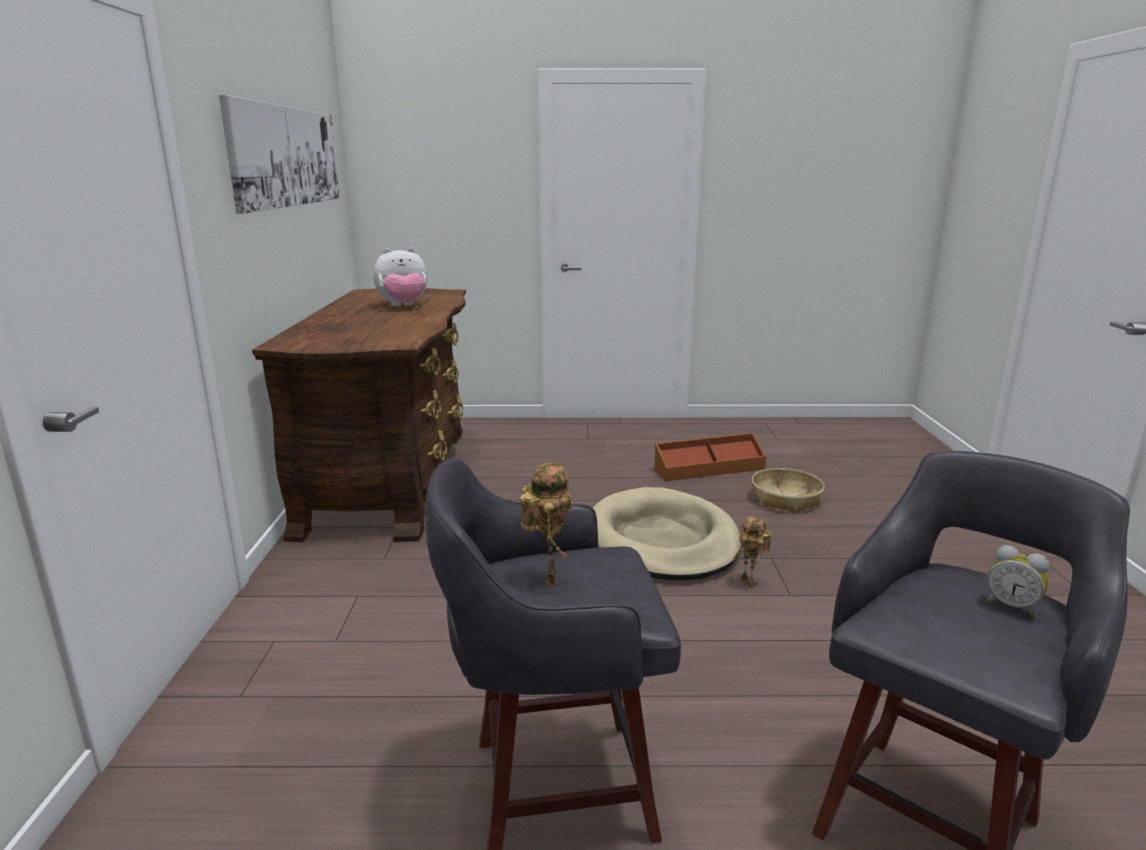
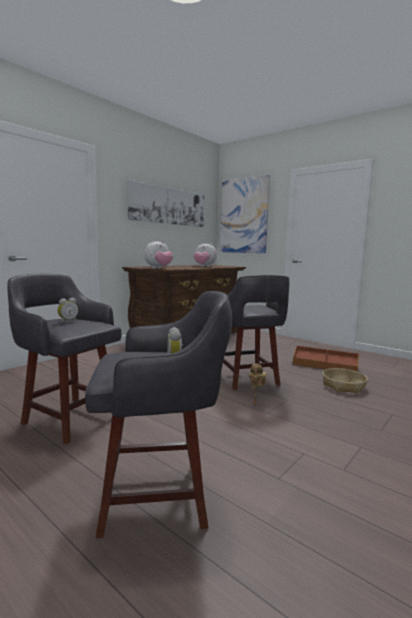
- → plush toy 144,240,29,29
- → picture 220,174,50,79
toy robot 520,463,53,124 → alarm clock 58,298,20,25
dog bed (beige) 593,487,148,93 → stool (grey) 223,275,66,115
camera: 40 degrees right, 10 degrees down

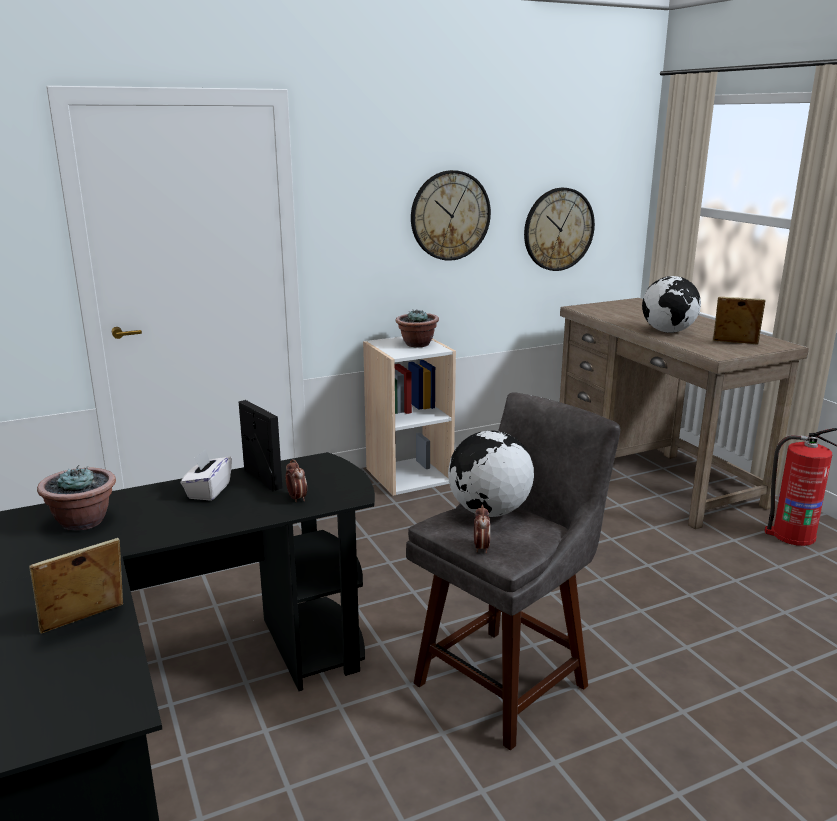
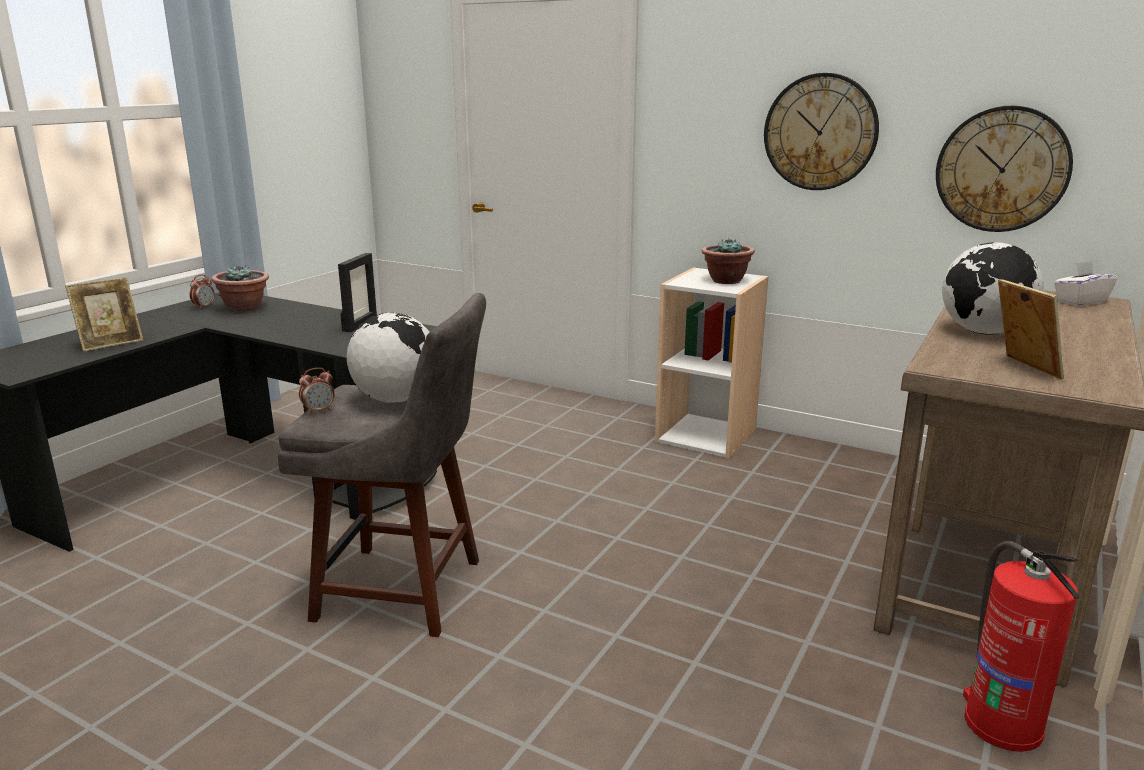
tissue box (white) 181,449,51,52 → tissue box (white) 1054,261,63,45, relocated
alarm clock 286,459,21,43 → alarm clock 190,275,25,34, relocated
picture frame 29,538,94,96 → picture frame 65,278,78,74, 120 degrees clockwise
camera: 55 degrees right, 0 degrees up

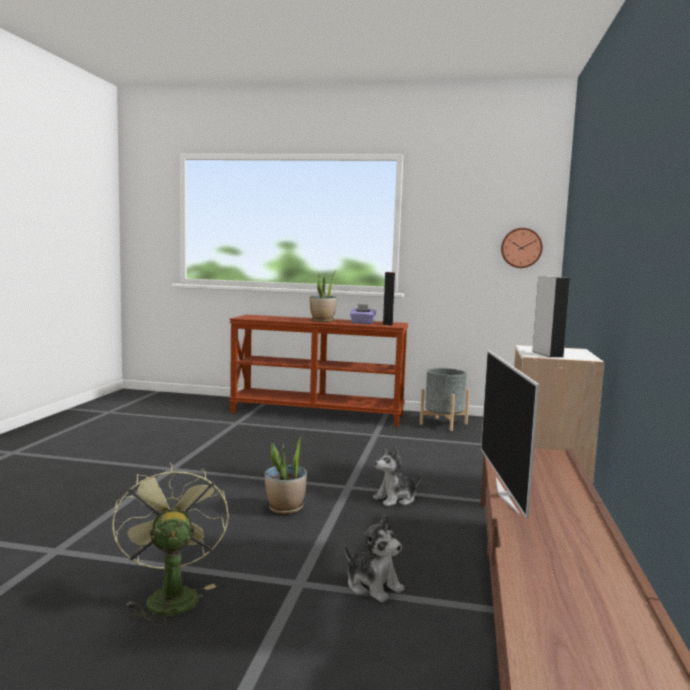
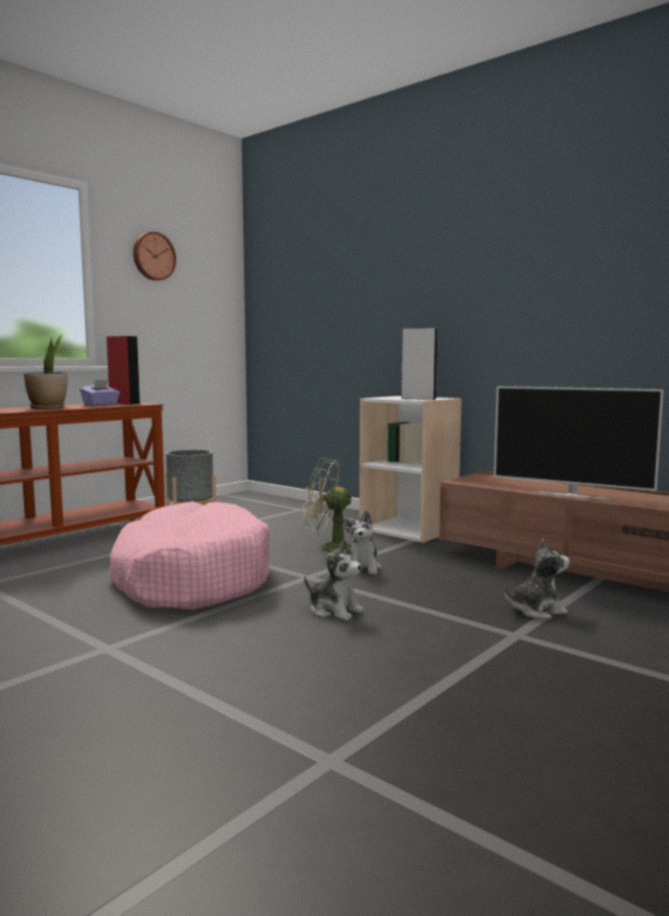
- → dog bed (pink) 108,501,162,109
fan (green) 112,463,117,164 → fan (green) 303,458,49,98, relocated
wall clock 501,228,42,40 → wall clock 133,232,43,49, relocated
potted plant 265,436,42,78 → plush toy 304,540,60,80
camera: 60 degrees left, 0 degrees up

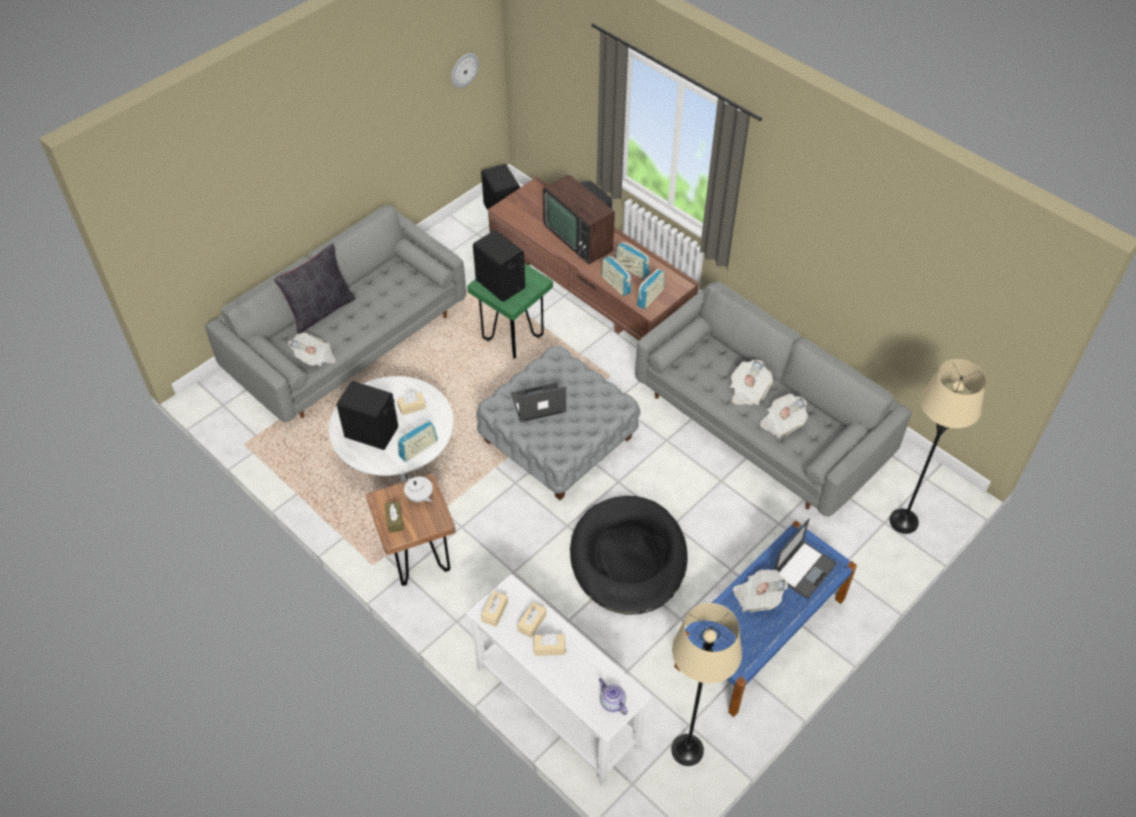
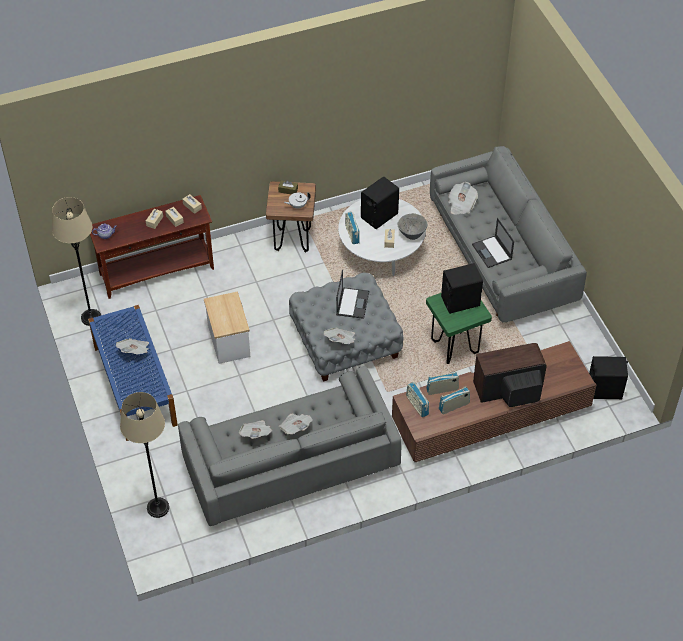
pillow (black) 274,244,81,90 → -
wall clock 451,53,28,35 → -
- → newspaper 324,328,31,16
- → bowl (grey) 398,213,29,27
laptop 774,518,63,81 → laptop 472,218,42,50, relocated
dog bed (black) 570,496,118,119 → side table 204,291,46,73
console table (white) 466,574,186,212 → console table (brown) 90,195,124,104
camera: 115 degrees right, 0 degrees up

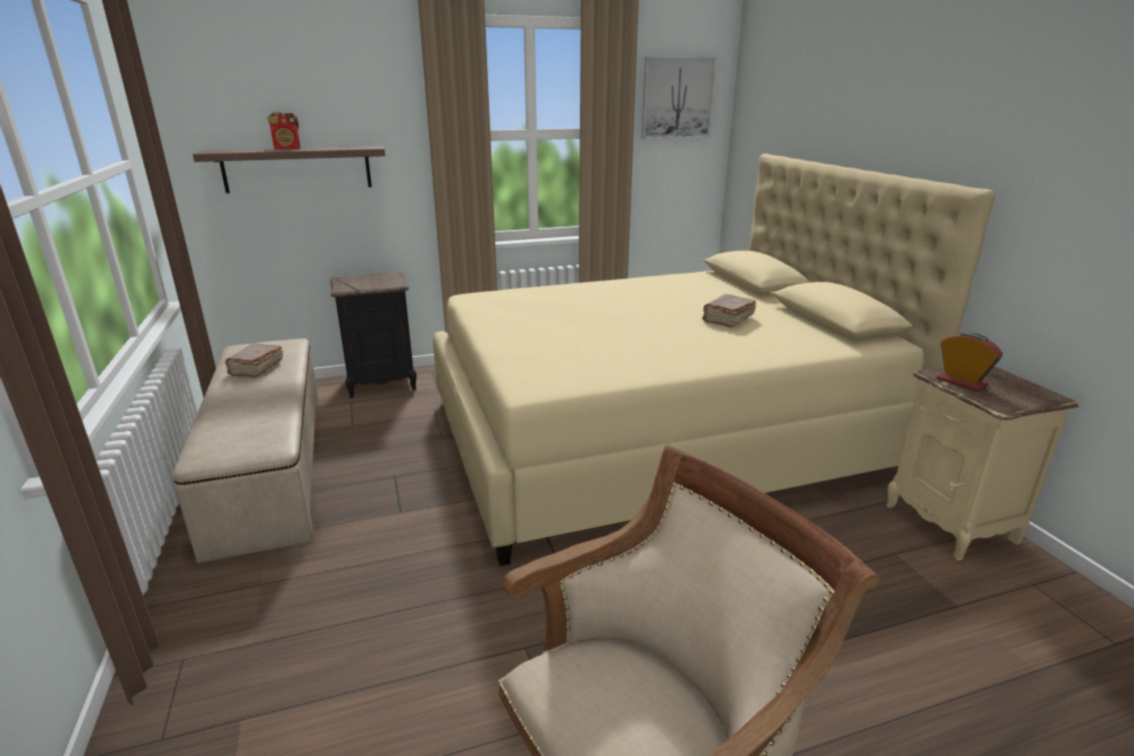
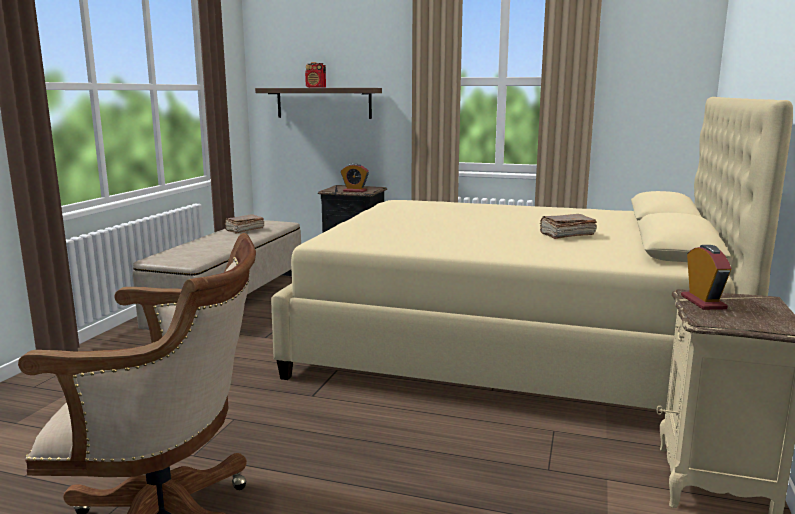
picture 641,56,75,83 → -
- → alarm clock 341,163,28,29
camera: 35 degrees right, 10 degrees down

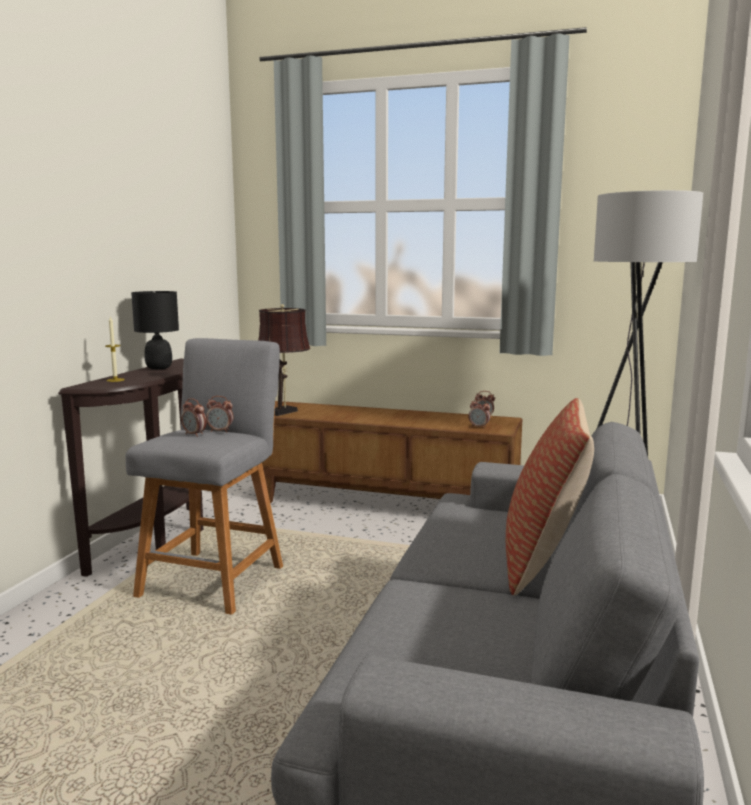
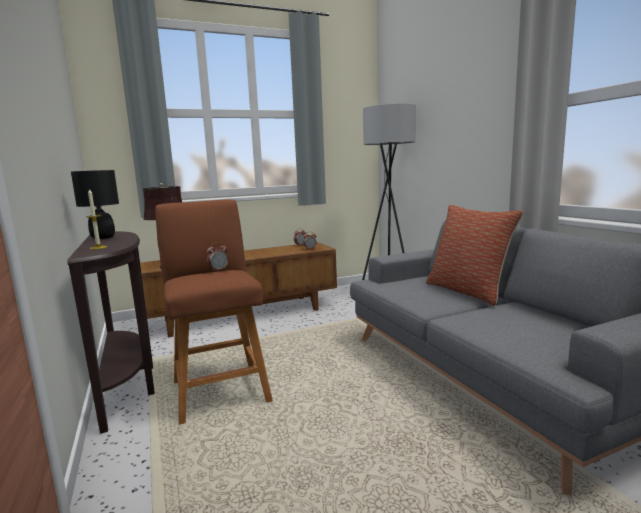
alarm clock 181,398,26,39 → -
stool (grey) 126,338,157,277 → stool (brown) 155,200,118,225
camera: 40 degrees left, 0 degrees up

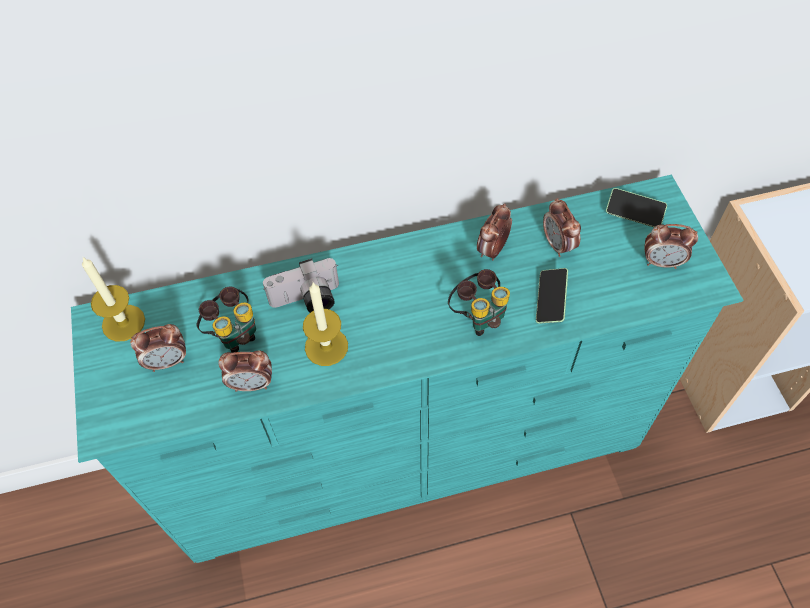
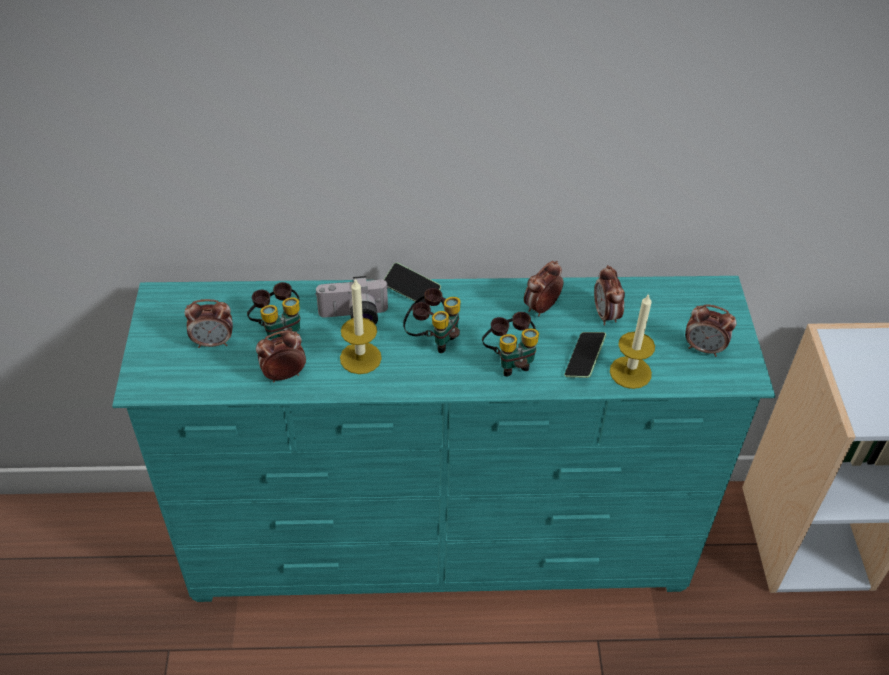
- → binoculars 403,288,58,65
candle 82,257,63,84 → candle 610,293,45,96, relocated
phone 606,188,61,39 → phone 384,263,57,43, relocated
alarm clock 218,350,54,42 → alarm clock 256,330,50,53, 150 degrees clockwise
camera: 10 degrees right, 10 degrees down

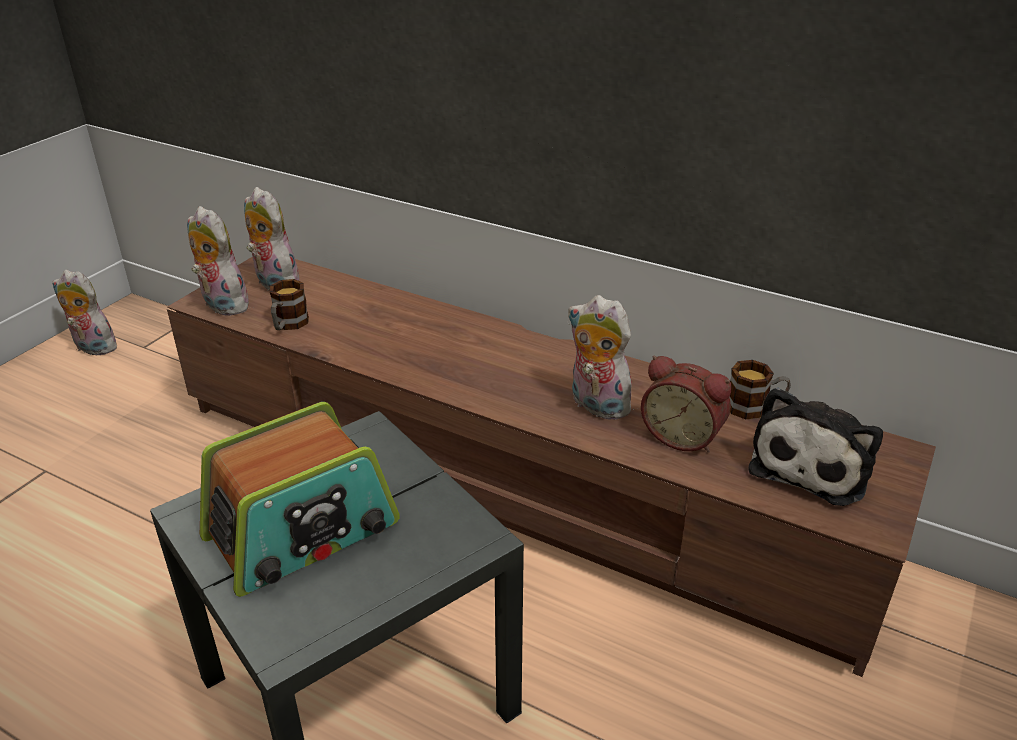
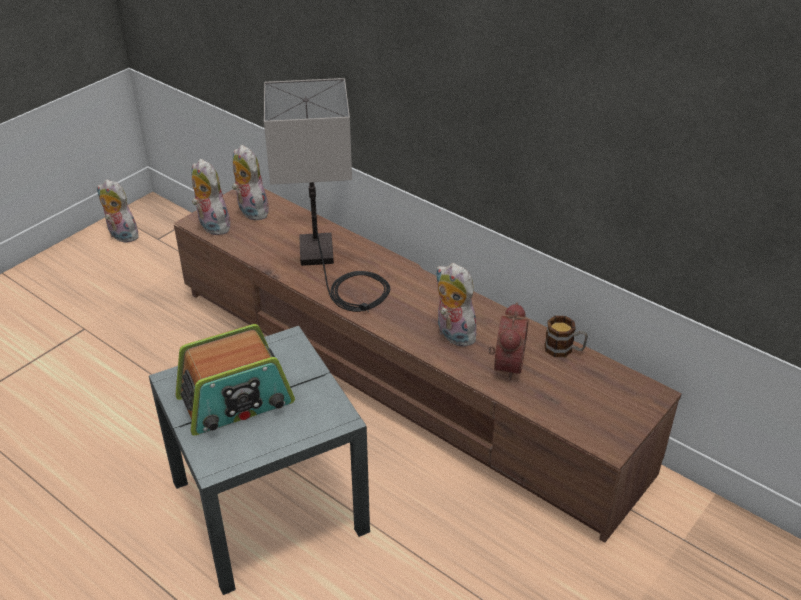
mug 270,279,39,51 → -
plush toy 748,387,135,119 → -
- → table lamp 264,78,126,234
alarm clock 641,356,91,97 → alarm clock 488,302,40,78, 120 degrees counterclockwise
camera: 10 degrees right, 5 degrees up

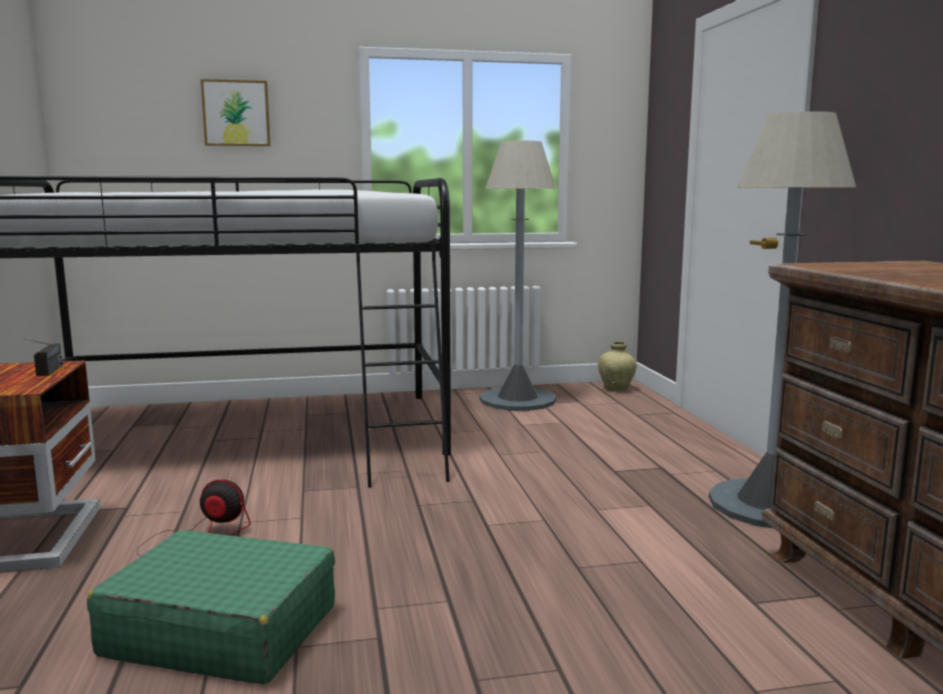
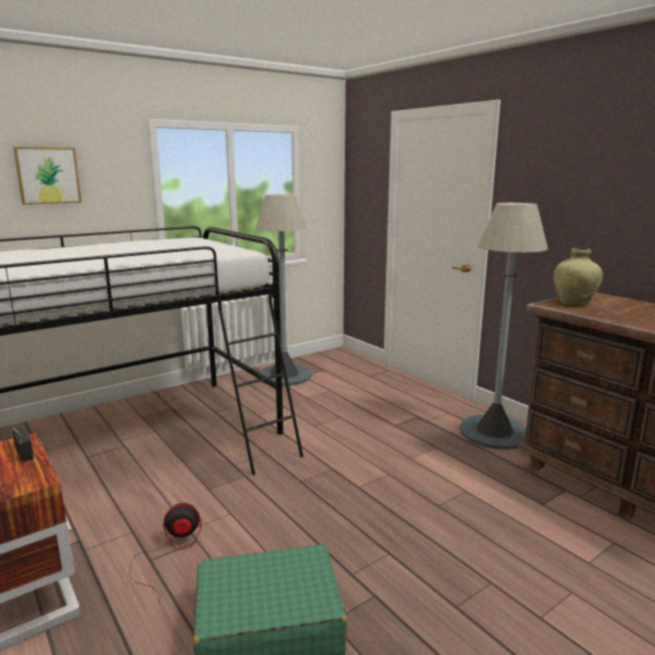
vase (beige) 598,342,38,49 → vase (beige) 554,248,49,58, relocated
camera: 25 degrees left, 5 degrees up

